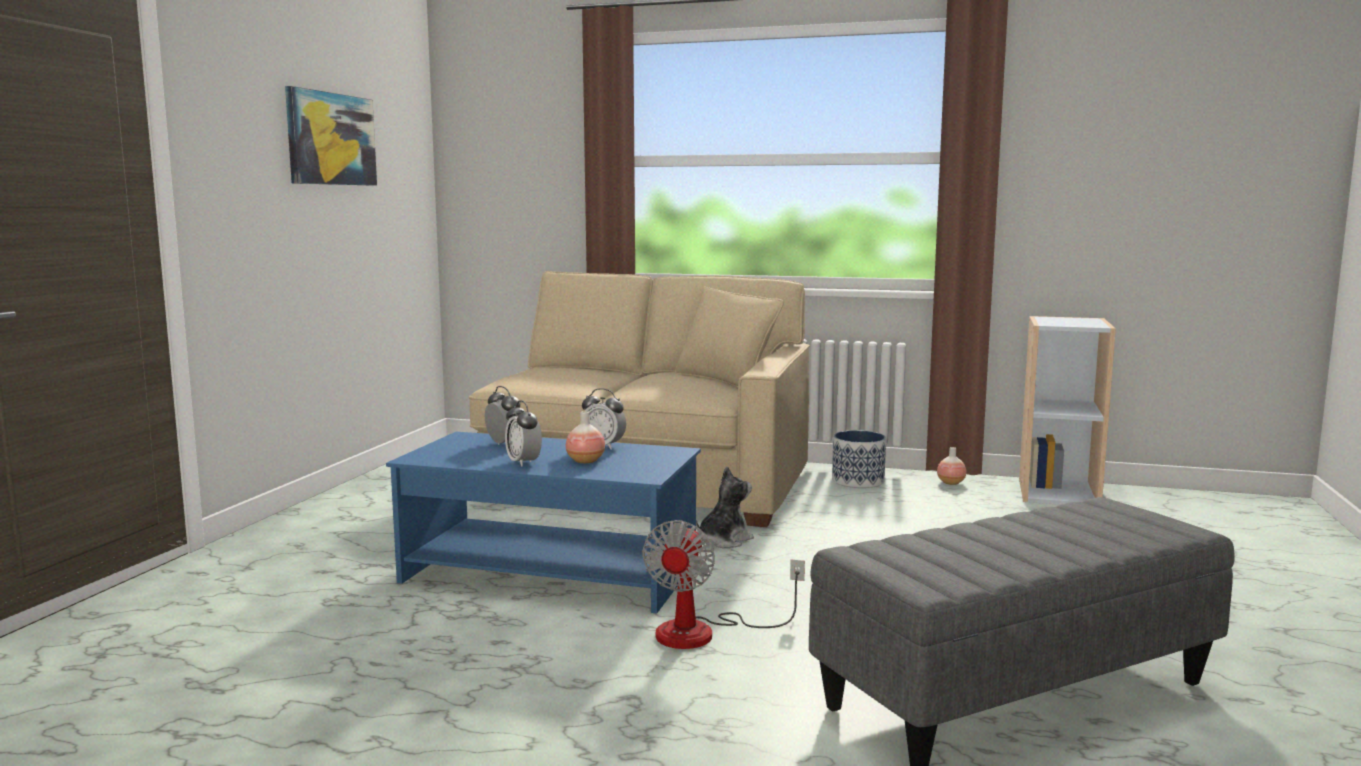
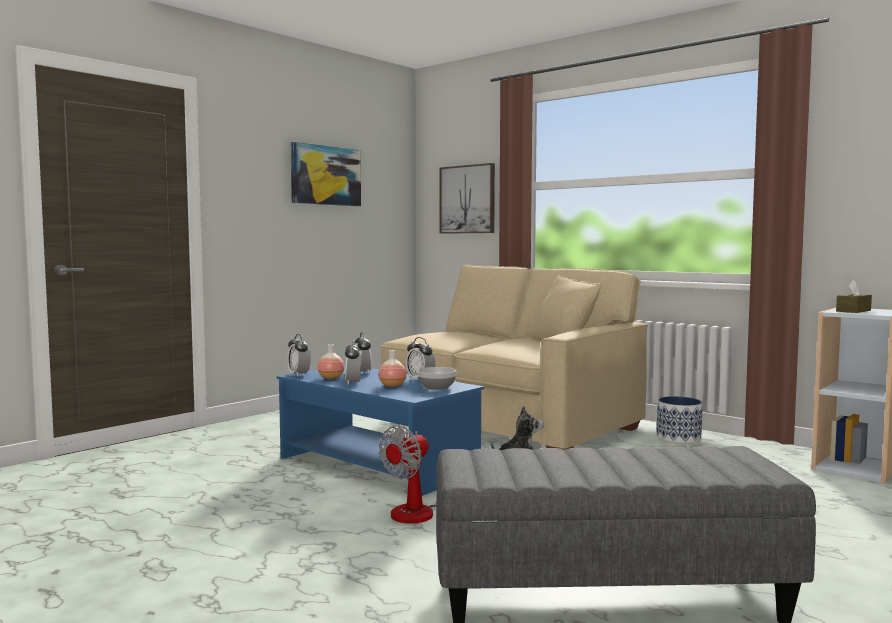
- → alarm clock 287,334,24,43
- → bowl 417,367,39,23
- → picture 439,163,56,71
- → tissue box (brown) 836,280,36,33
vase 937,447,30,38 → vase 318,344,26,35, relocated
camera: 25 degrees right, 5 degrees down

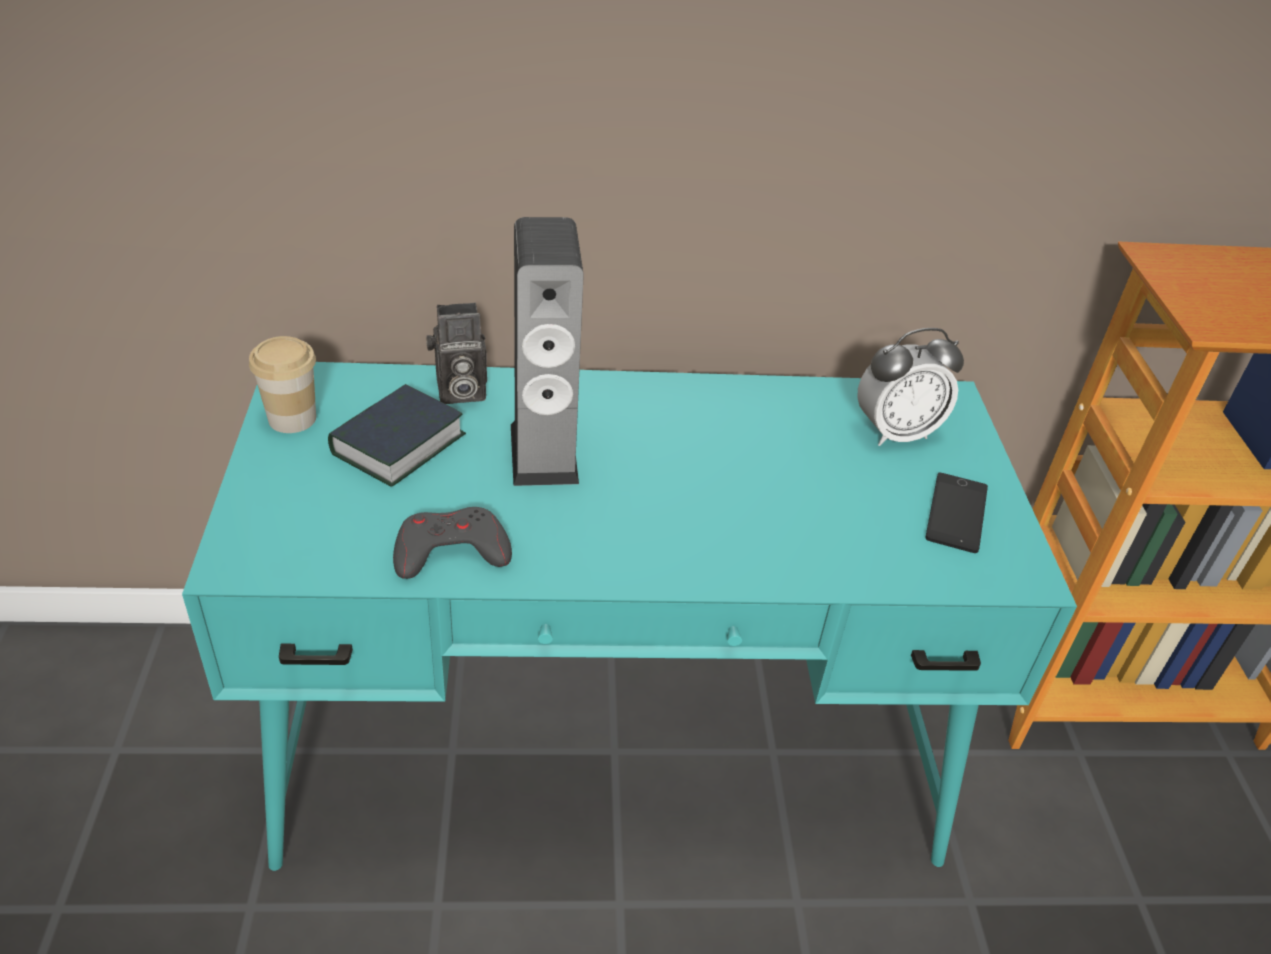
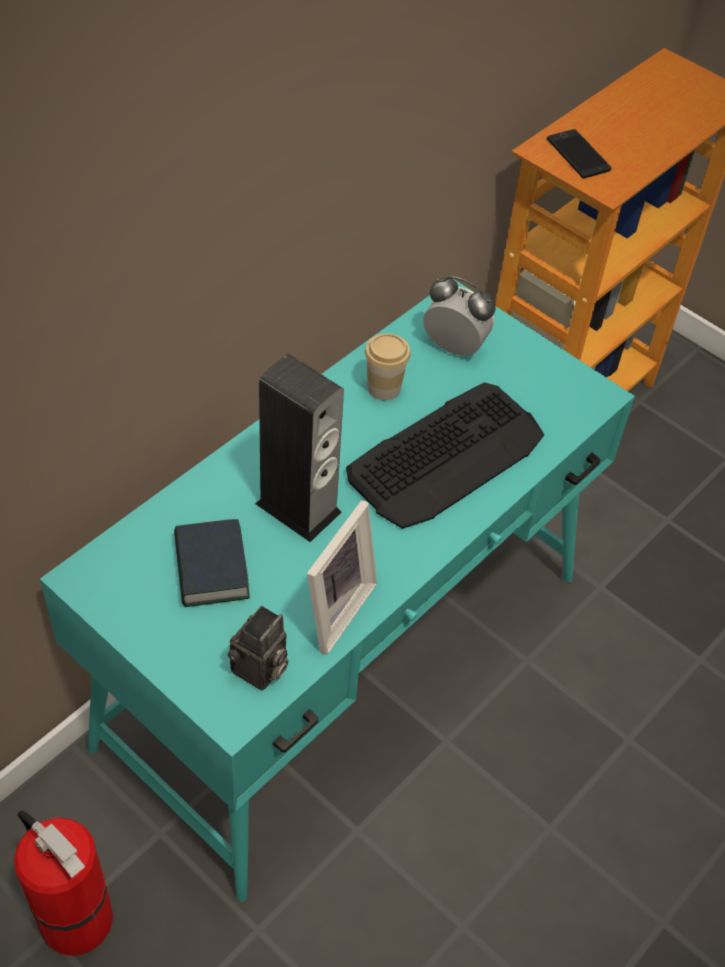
- → fire extinguisher 14,811,99,145
- → keyboard 346,382,198,147
cup 249,336,67,97 → cup 365,333,46,68, relocated
photo camera 426,302,61,102 → photo camera 228,606,61,85, relocated
phone 925,473,63,80 → phone 547,129,64,49, relocated
game controller (grey) 393,507,119,72 → picture frame 307,500,70,155
alarm clock 857,328,107,118 → alarm clock 423,276,73,80, 90 degrees counterclockwise
camera: 45 degrees left, 10 degrees up

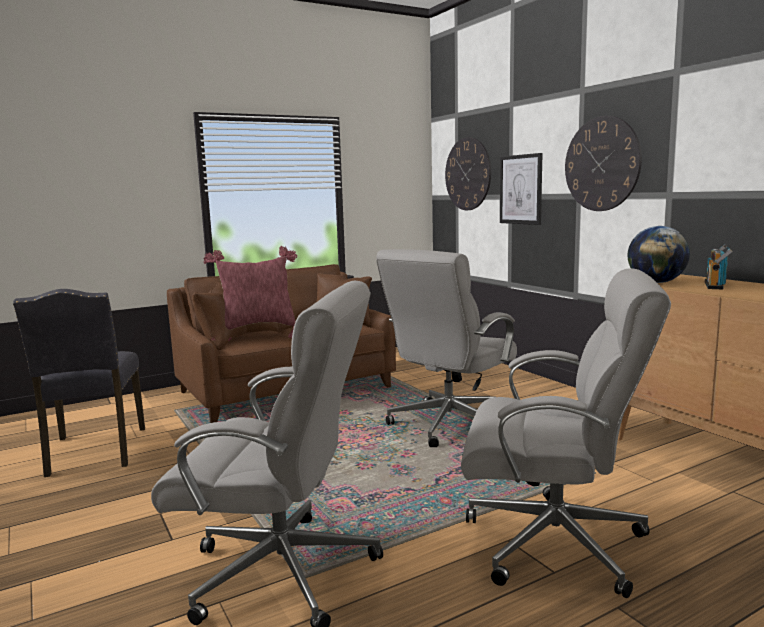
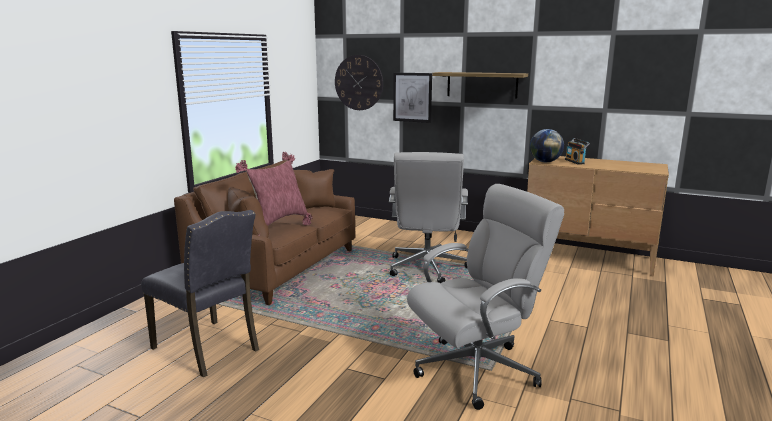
office chair (grey) 461,268,210,330 → -
wall clock 565,116,77,95 → shelf 432,72,96,27
camera: 35 degrees left, 5 degrees up

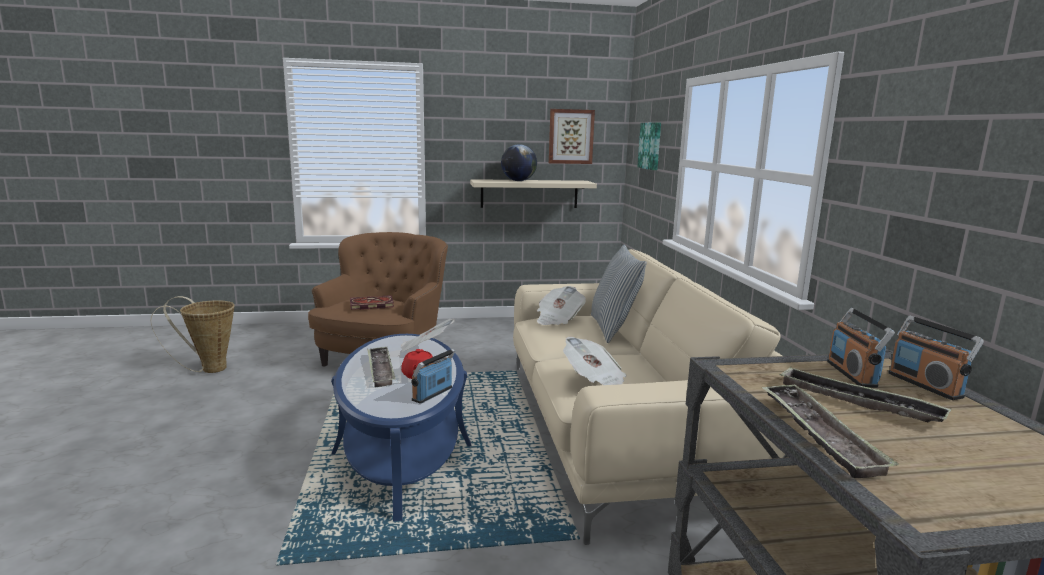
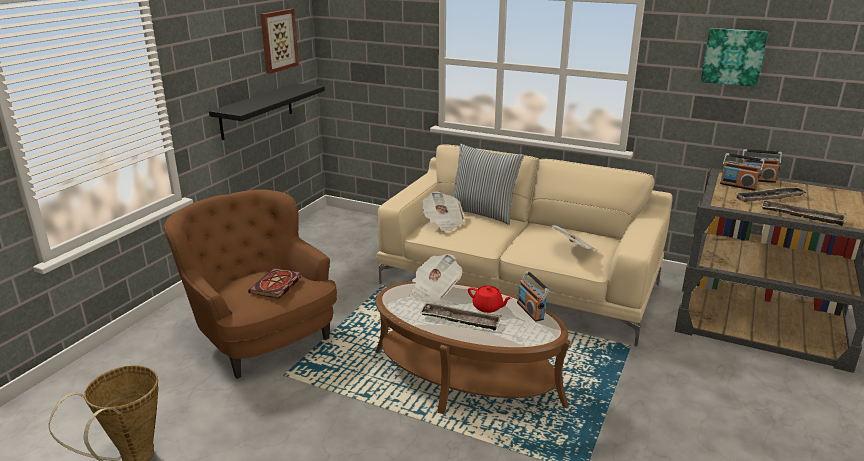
globe 501,144,36,37 → -
picture 637,122,24,48 → picture 701,28,67,59, relocated
coffee table (blue) 331,334,140,187 → coffee table (brown) 375,281,196,133
shelf (beige) 470,179,127,29 → shelf (black) 209,83,116,57
camera: 55 degrees left, 10 degrees up

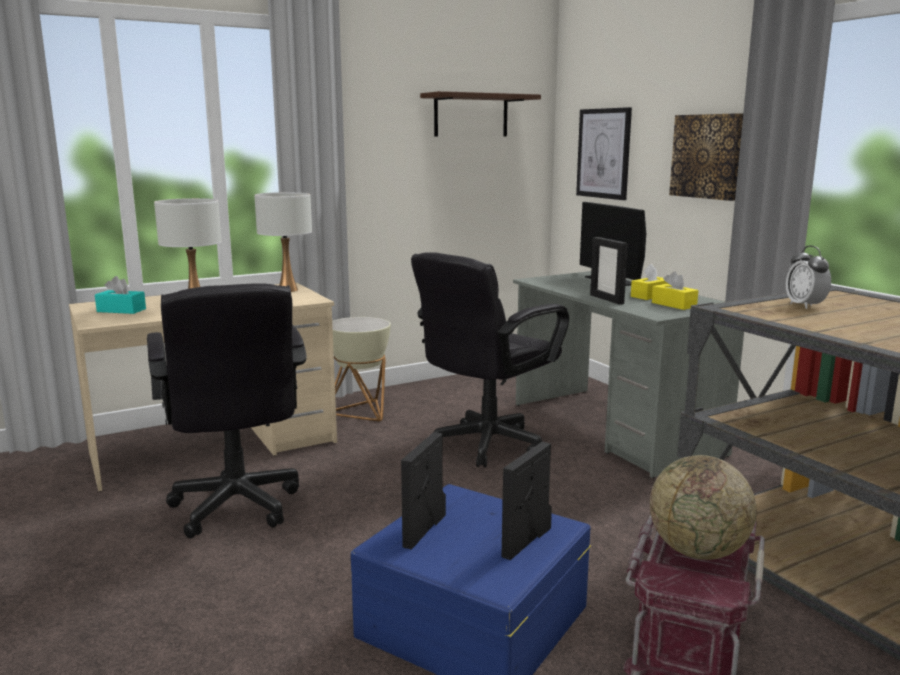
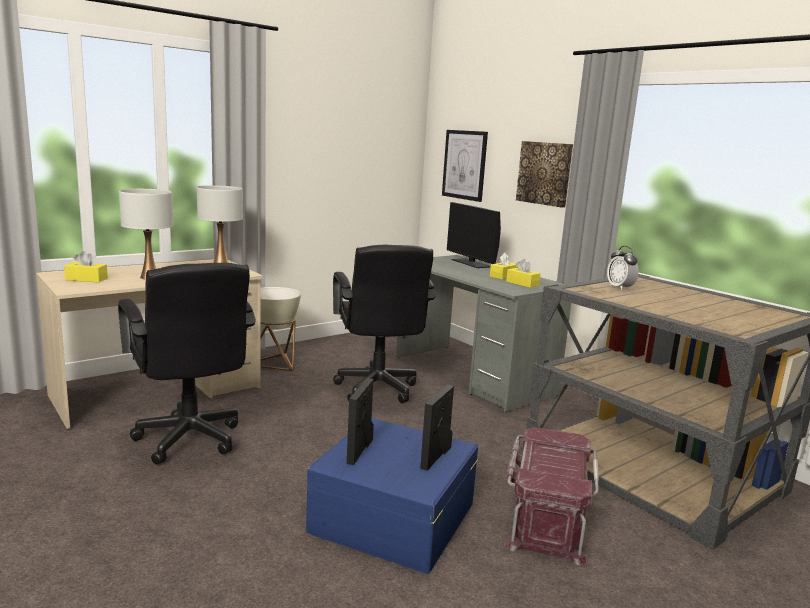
shelf 420,91,121,46 → -
picture frame 590,237,38,67 → -
globe 650,455,107,105 → -
tissue box (turquoise) 95,276,51,38 → tissue box (yellow) 64,251,44,32
office chair (black) 411,252,158,216 → office chair (black) 333,245,103,158, 45 degrees counterclockwise
camera: 10 degrees left, 0 degrees up

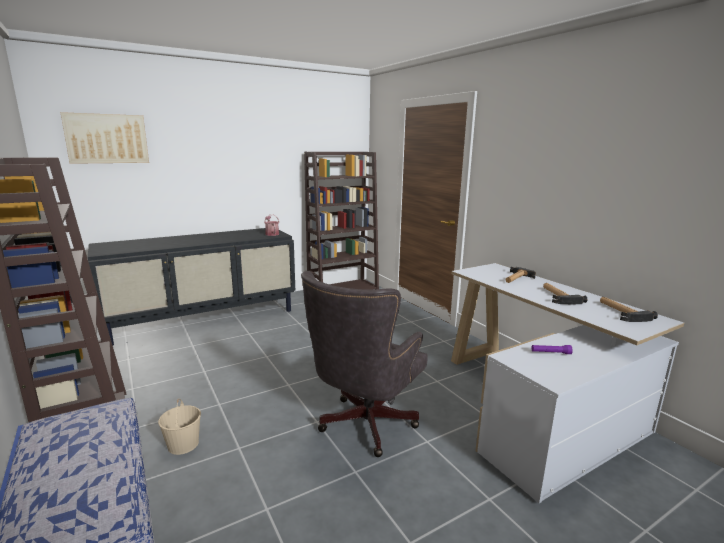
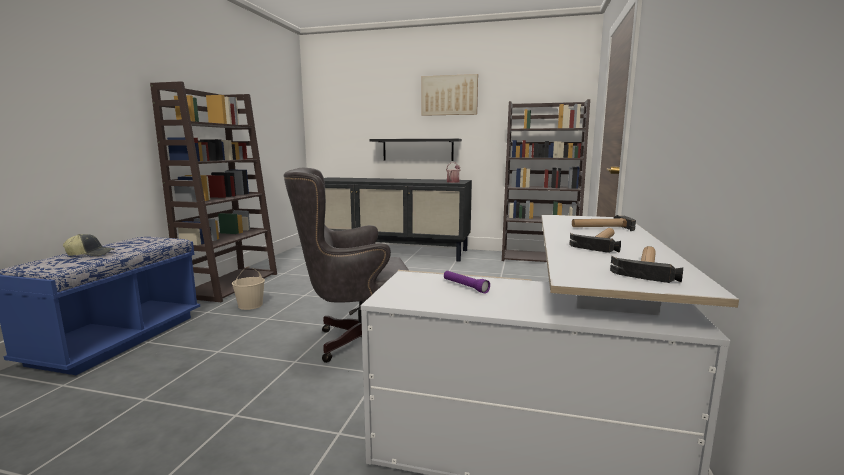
- → cap 63,234,52,22
- → shelf (black) 369,139,93,22
picture 61,112,88,52 → picture 422,74,56,42, relocated
camera: 45 degrees right, 5 degrees down

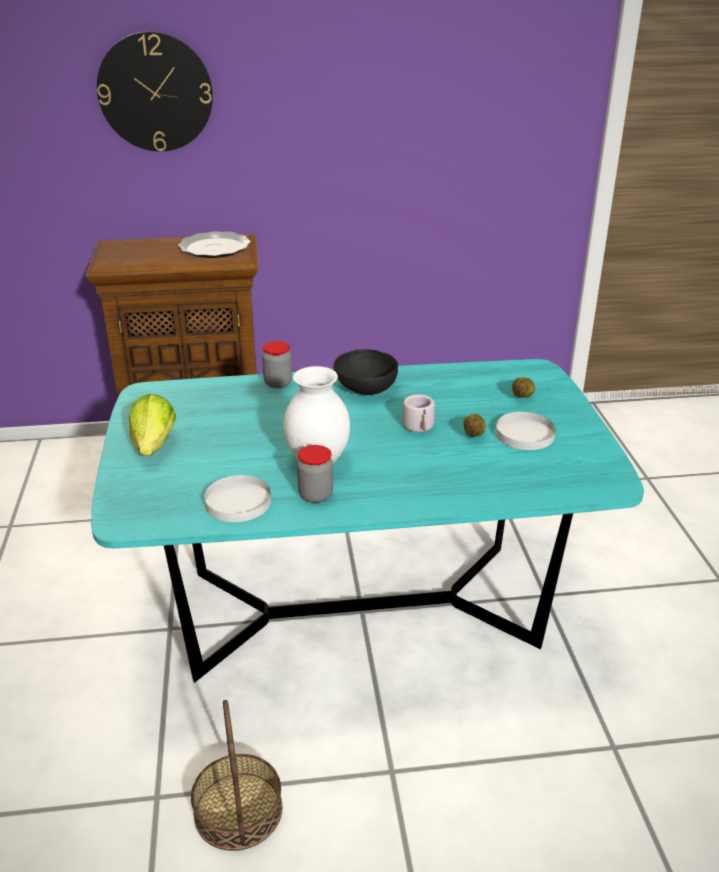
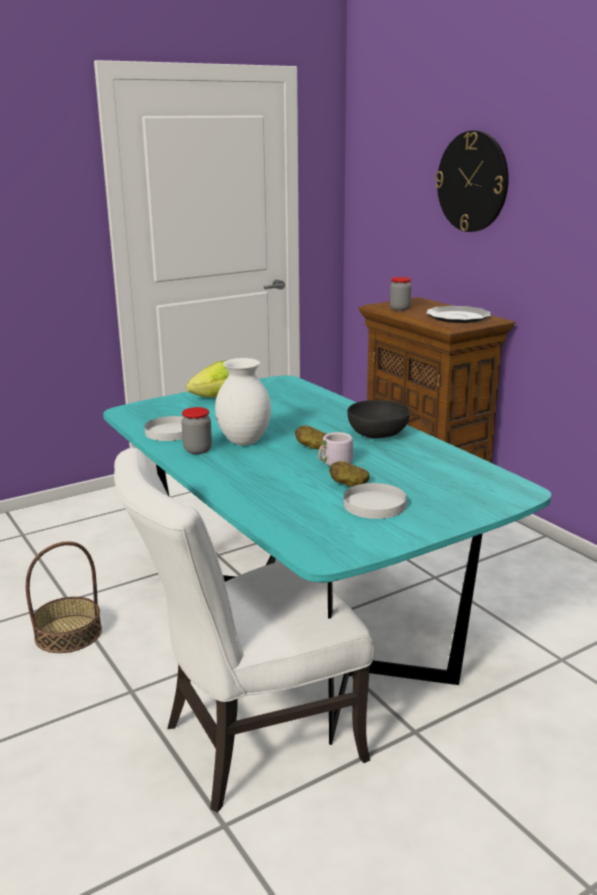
- → chair (white) 114,448,260,365
jar 262,341,30,47 → jar 390,277,21,34, relocated
potato 512,377,23,21 → potato 295,425,31,24, relocated
camera: 65 degrees right, 10 degrees down

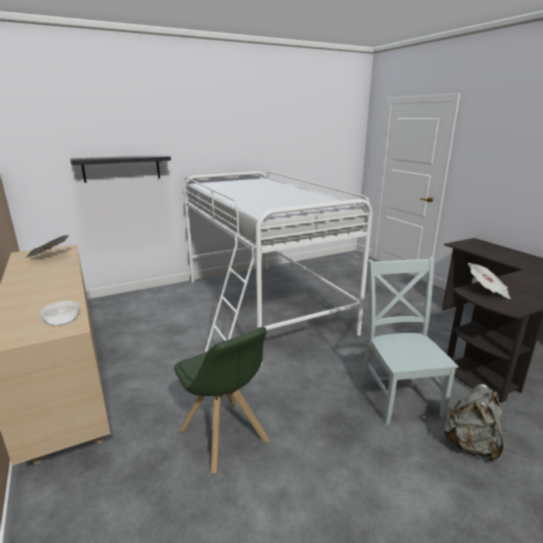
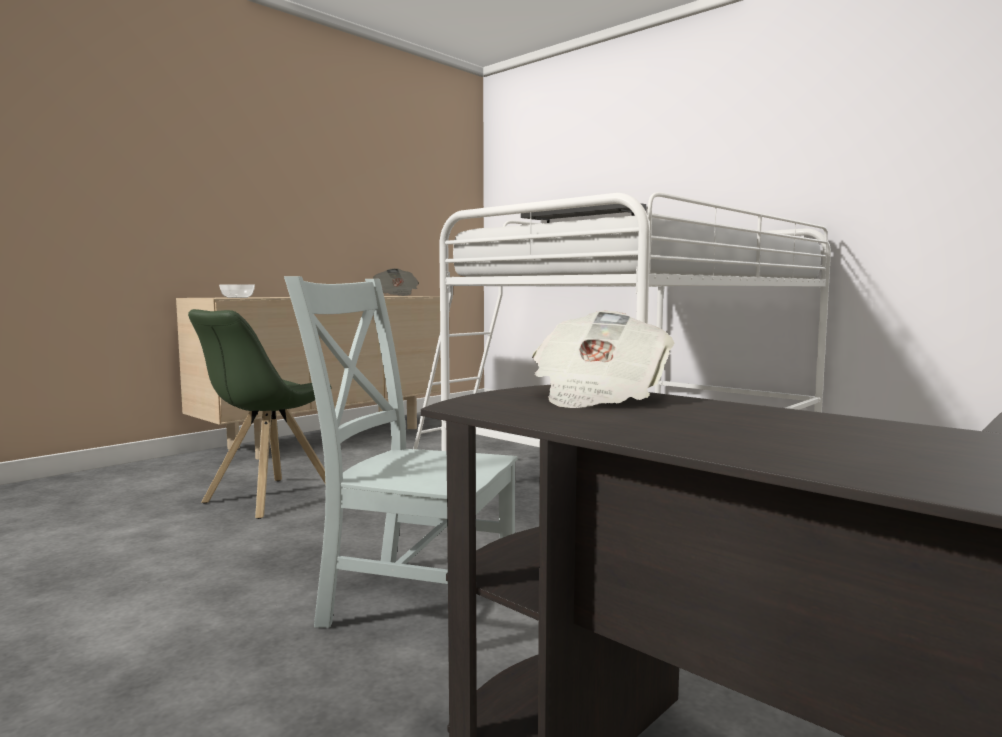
backpack (grey) 442,384,61,78 → -
chair (grey) 360,257,99,168 → chair (grey) 284,276,233,352, 135 degrees counterclockwise
camera: 70 degrees right, 15 degrees down

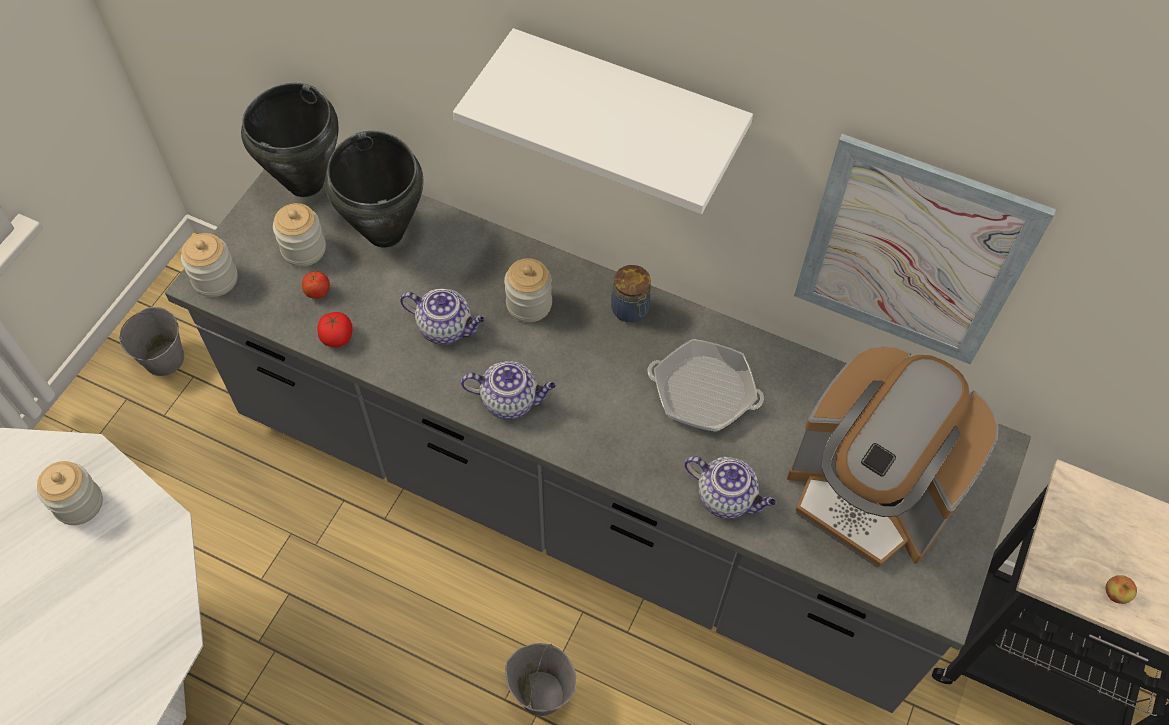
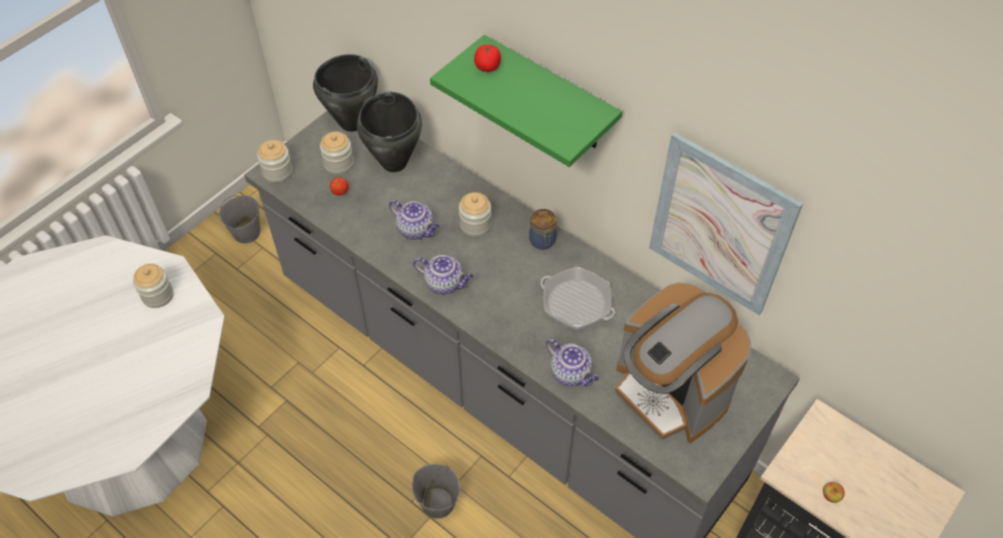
tomato 318,312,35,35 → tomato 474,45,27,27, relocated
shelf (white) 453,28,300,186 → shelf (green) 430,35,192,132
camera: 15 degrees right, 5 degrees down

